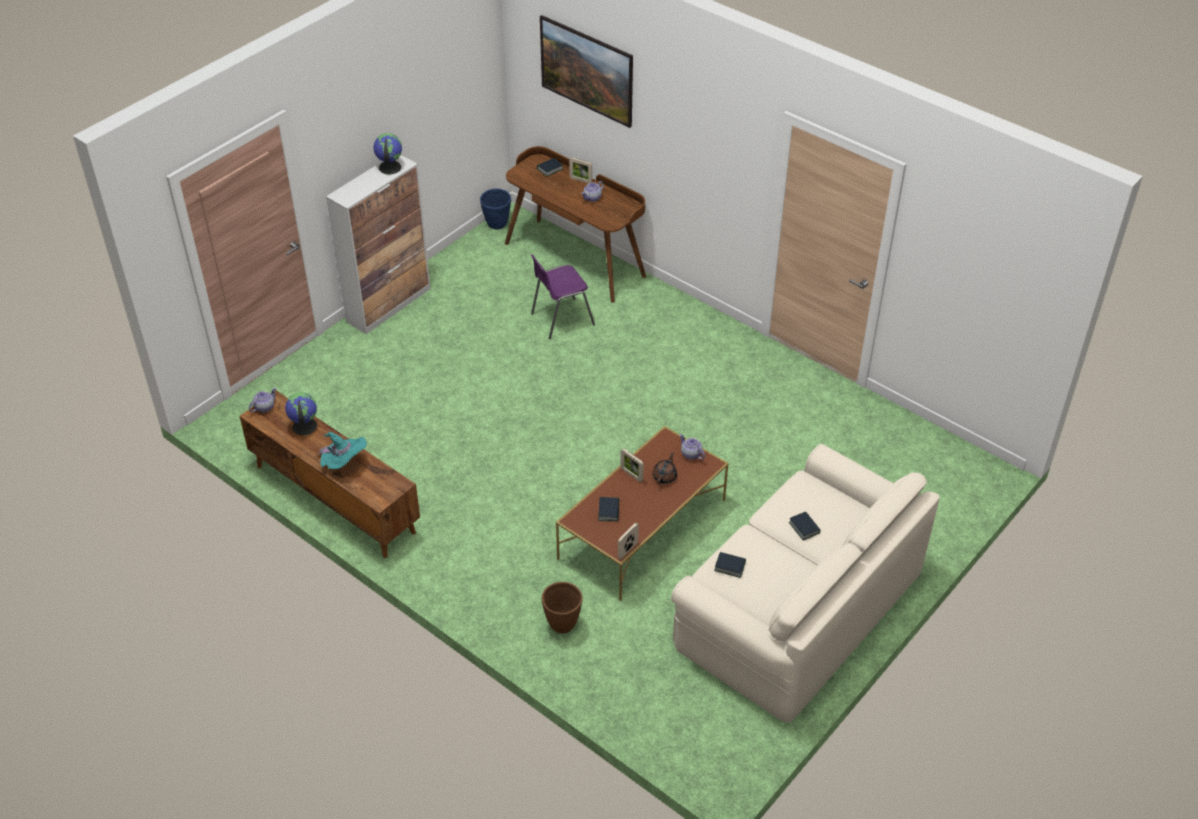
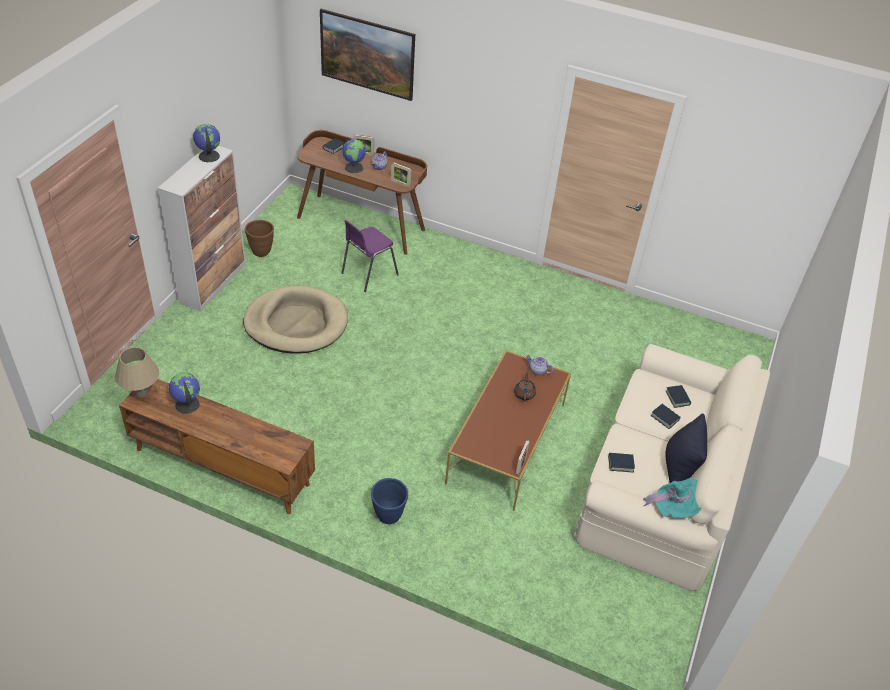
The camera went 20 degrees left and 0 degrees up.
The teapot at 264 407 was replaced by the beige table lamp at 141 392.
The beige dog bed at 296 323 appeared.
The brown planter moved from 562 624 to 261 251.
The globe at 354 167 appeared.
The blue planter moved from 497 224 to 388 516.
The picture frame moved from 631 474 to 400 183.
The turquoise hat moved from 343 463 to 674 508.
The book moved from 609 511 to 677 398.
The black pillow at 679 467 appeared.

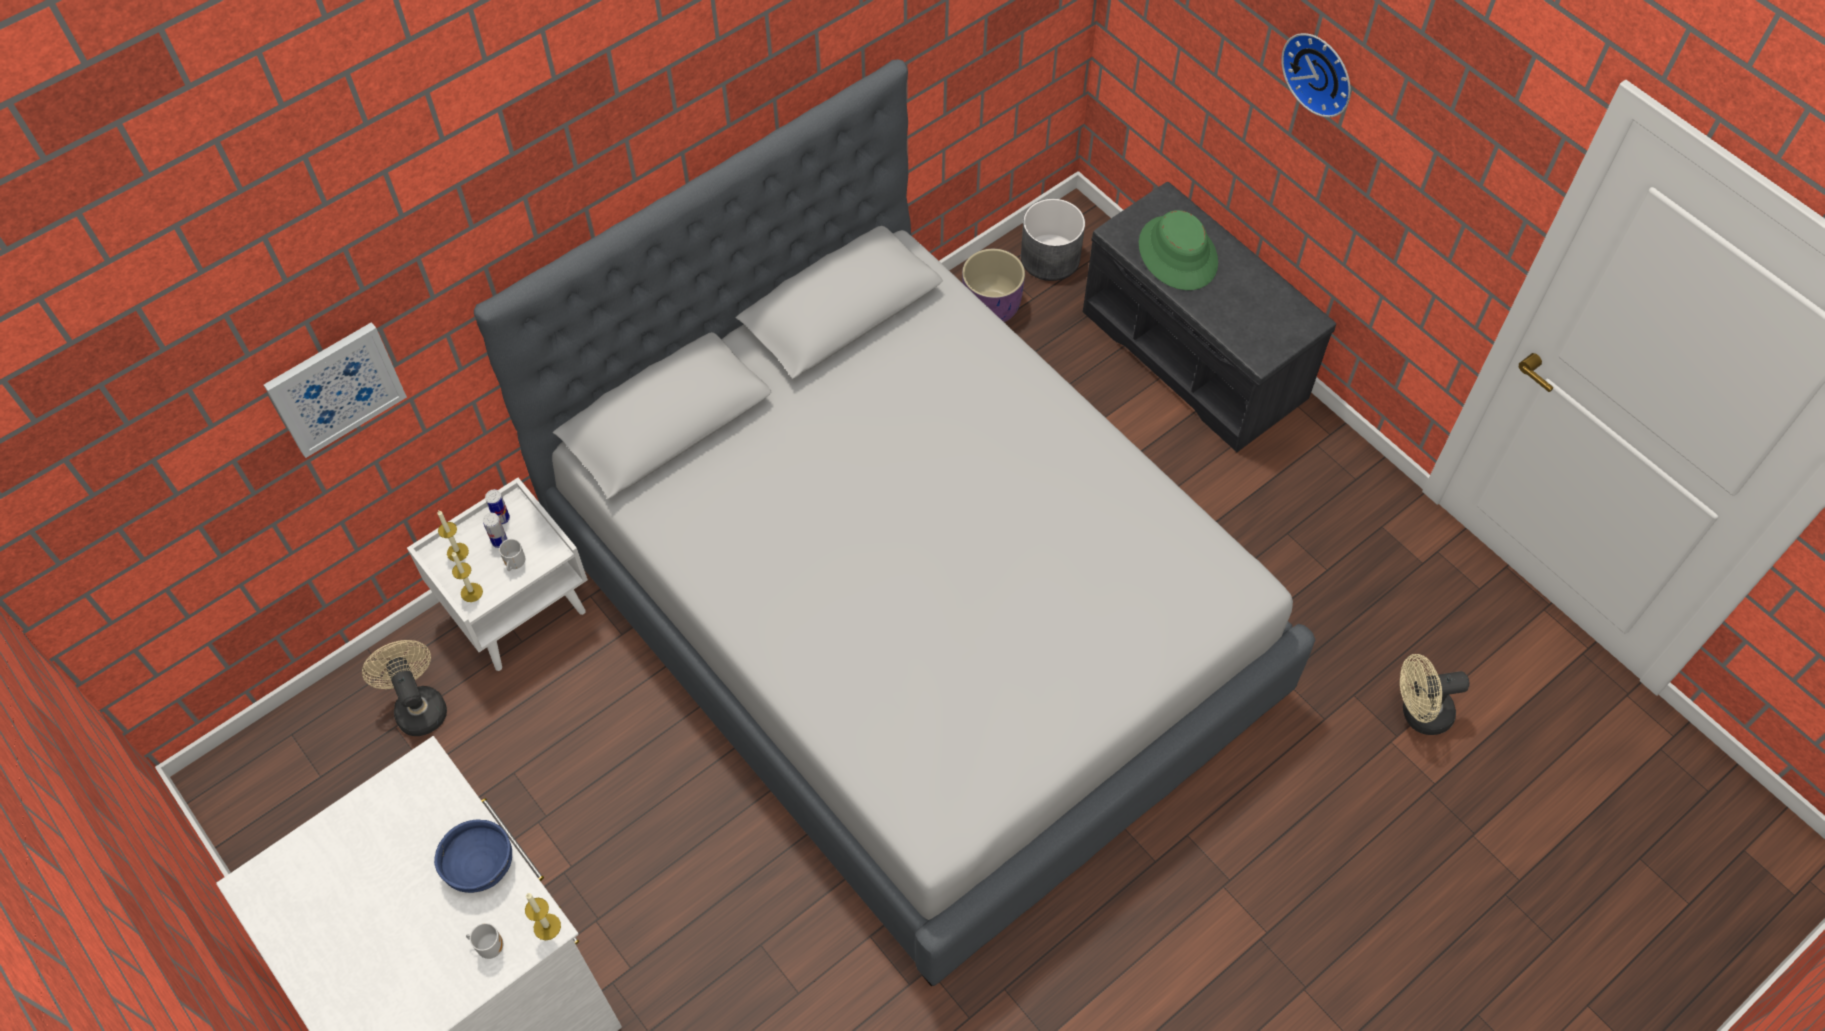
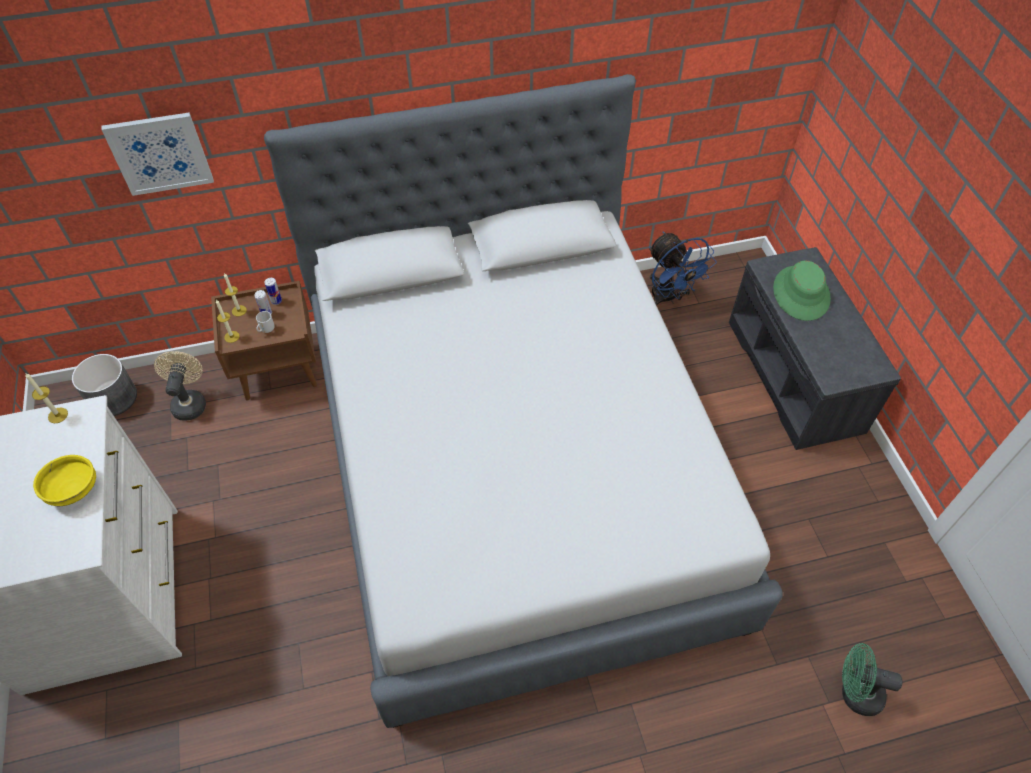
The camera went 25 degrees right and 5 degrees down.
The candle moved from 547 926 to 58 415.
The blue bowl at 479 864 became the yellow bowl at 74 489.
The grey planter moved from 1050 258 to 113 398.
The white nightstand at 519 610 became the brown nightstand at 279 370.
The purple planter at 991 306 was replaced by the blue fan at 668 298.
The beige fan at 1418 714 became the green fan at 854 693.
The mug at 490 946 disappeared.
The wall clock at 1321 72 disappeared.

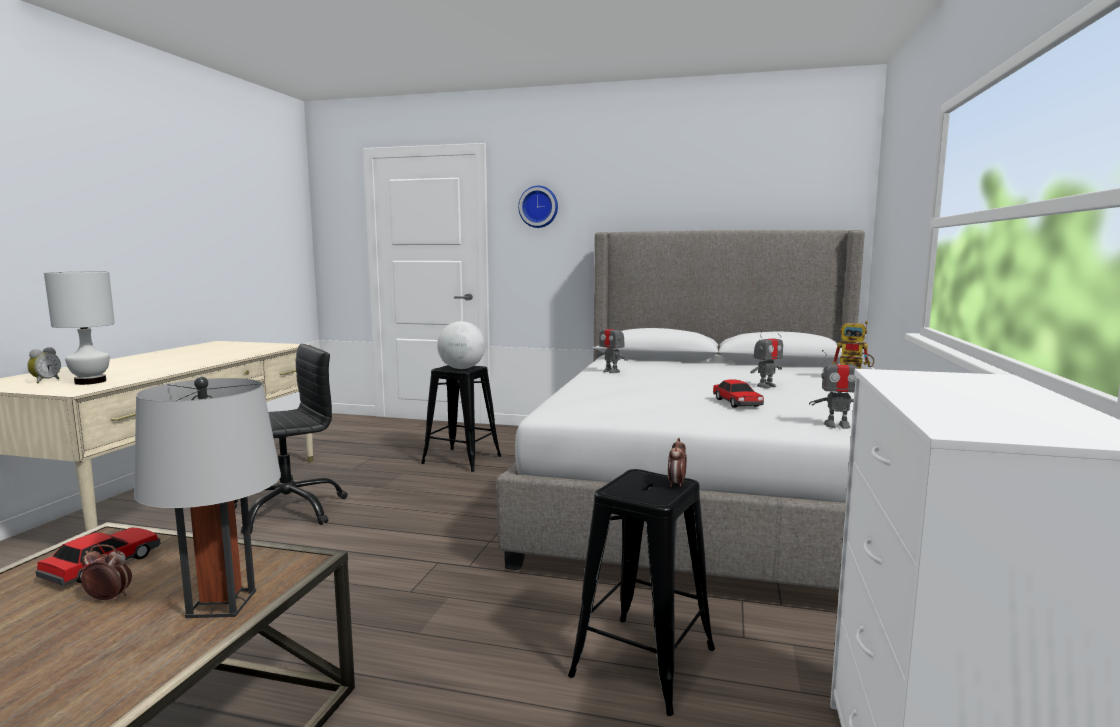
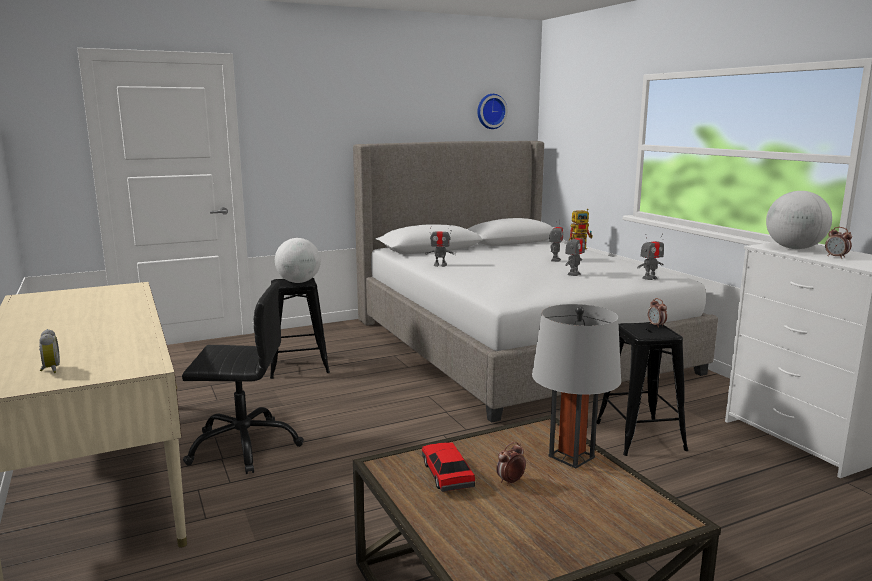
The camera went 40 degrees left and 5 degrees up.
The black office chair at 288 510 turned 75 degrees clockwise.
The wall clock moved from 539 207 to 490 111.
The toy car at 737 403 was replaced by the toy robot at 574 274.
The globe at 794 248 appeared.
The alarm clock at 836 257 appeared.
The white table lamp at 91 382 disappeared.

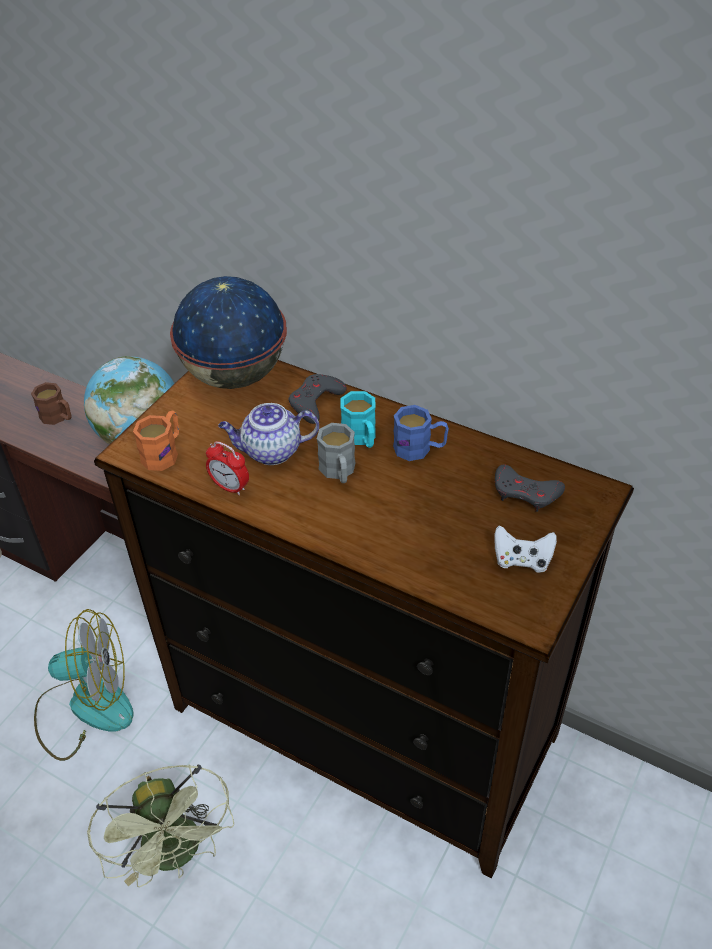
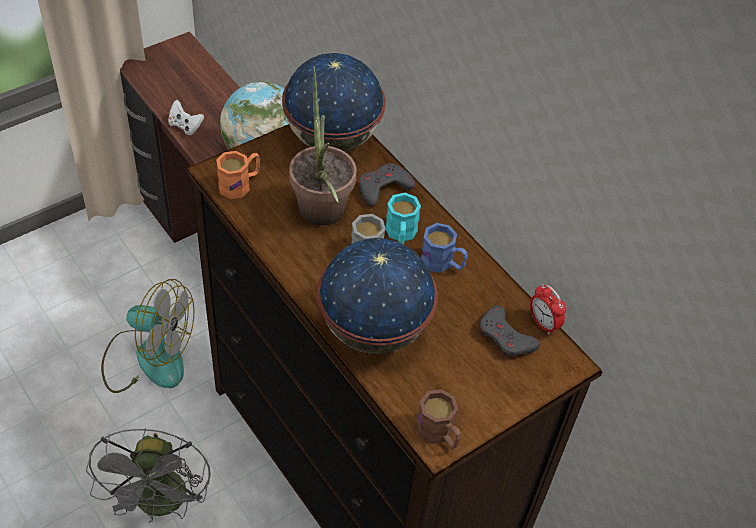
The camera went 20 degrees right and 5 degrees up.
The green fan at 177 854 became the grey fan at 161 505.
The white game controller moved from 522 560 to 185 126.
The teapot at 270 452 was replaced by the potted plant at 322 217.
The globe at 374 329 appeared.
The brown mug moved from 58 417 to 439 434.
The alarm clock moved from 230 487 to 543 323.

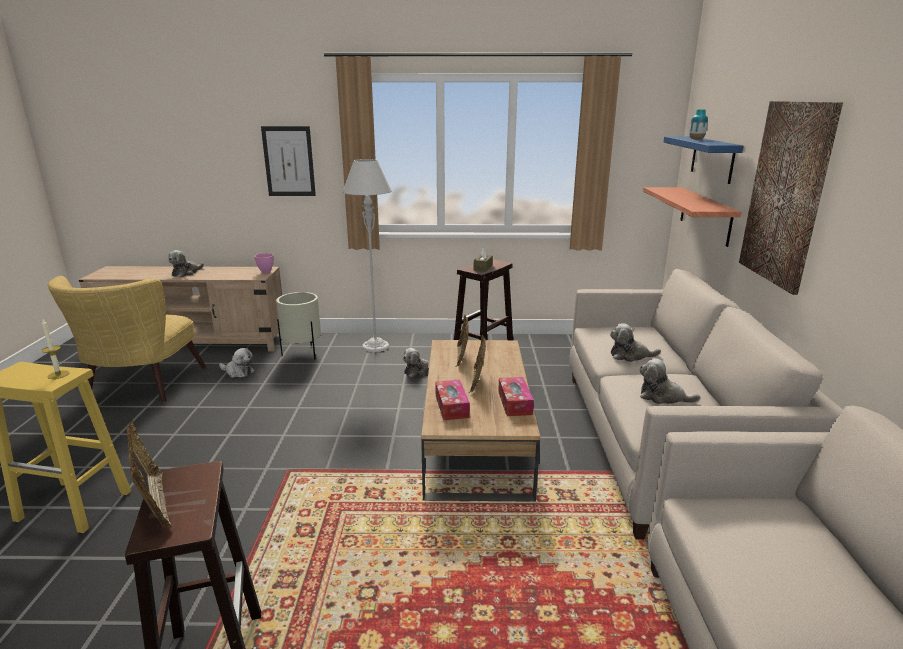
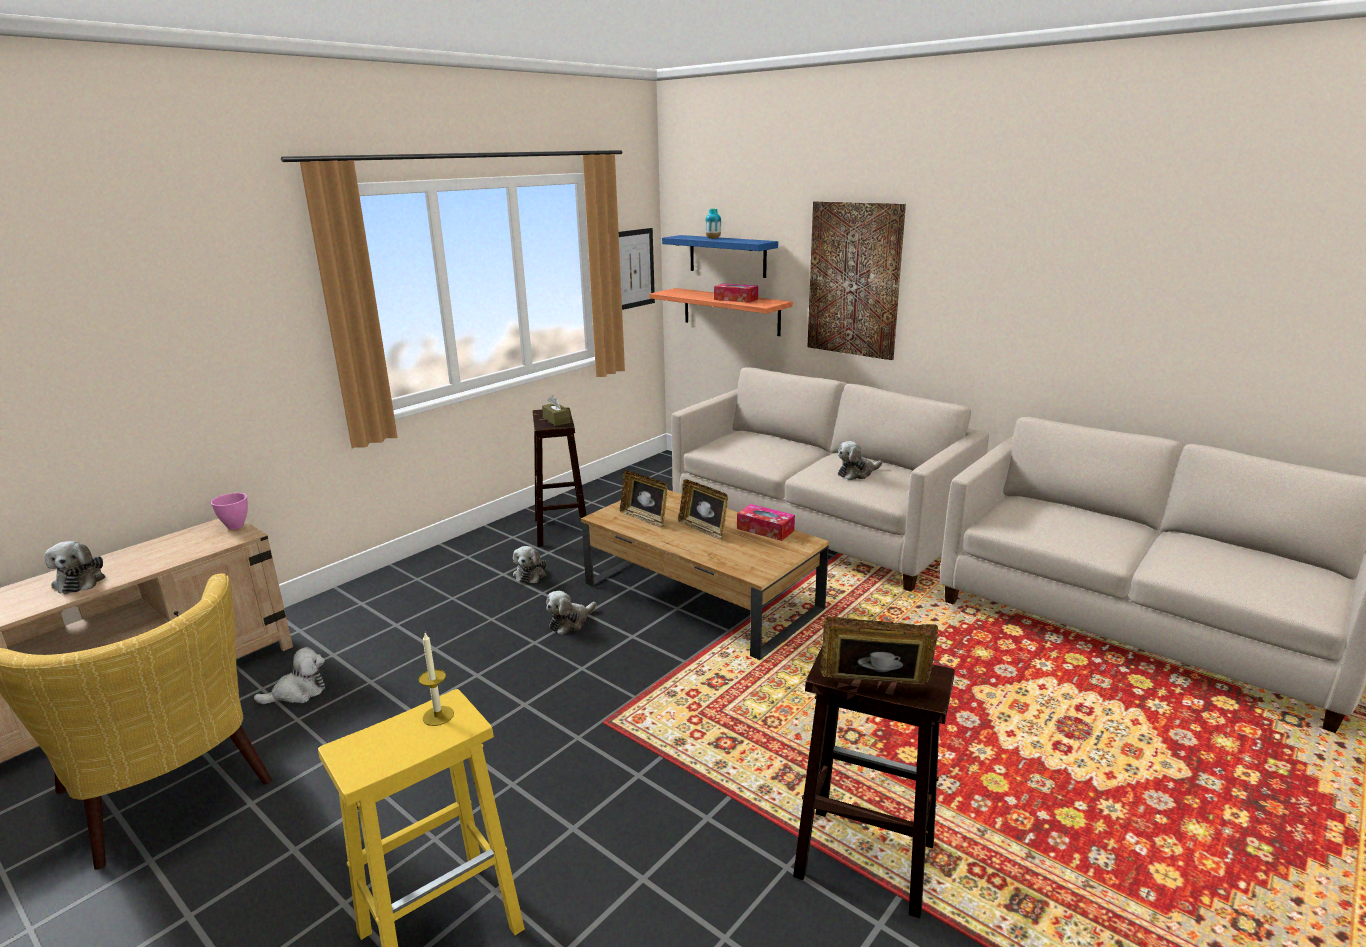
The camera went 50 degrees left and 0 degrees up.
The plush toy moved from 630 355 to 570 622.
The picture moved from 289 161 to 634 268.
The tissue box moved from 452 406 to 736 299.
The beige planter at 303 353 disappeared.
The grey floor lamp at 375 346 disappeared.

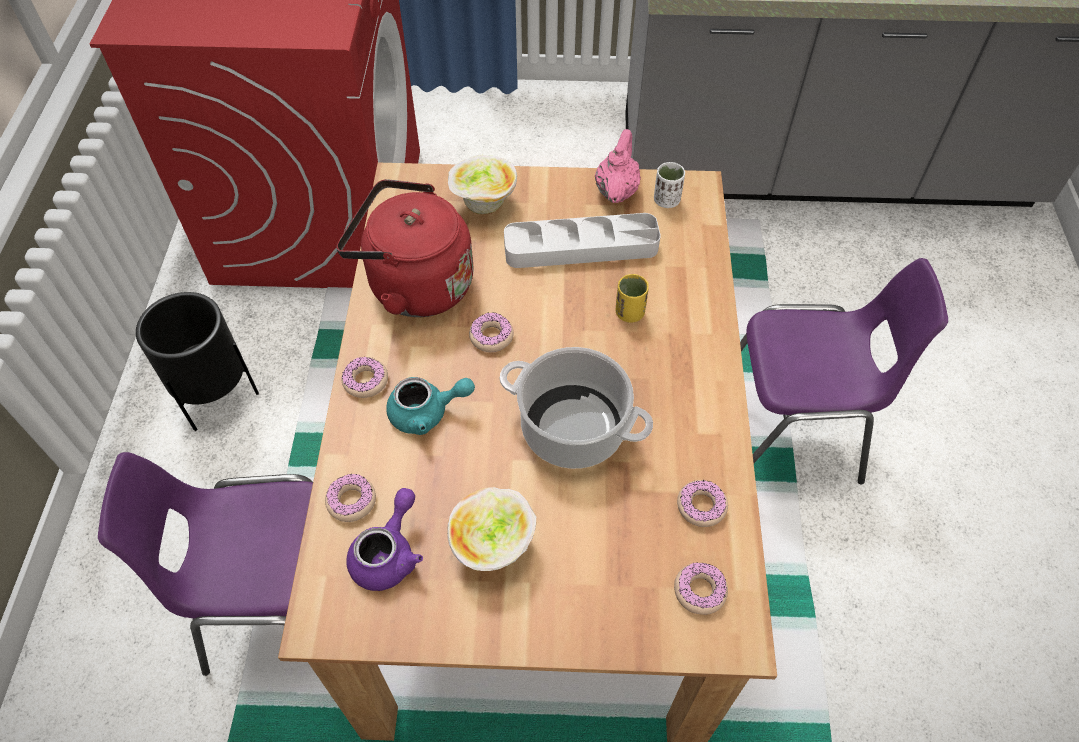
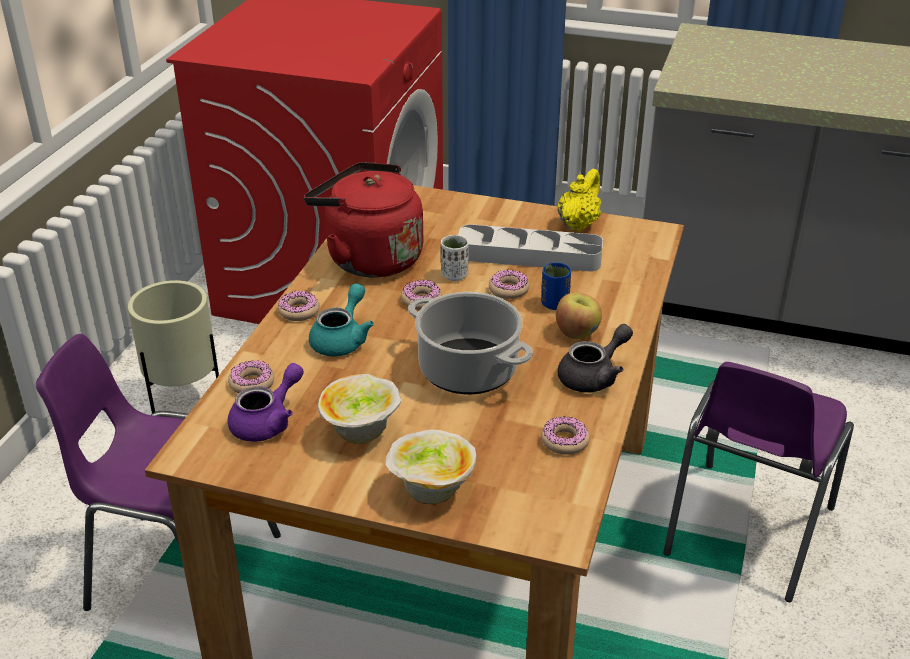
The camera went 15 degrees right and 20 degrees down.
The black planter at 218 399 became the beige planter at 185 400.
The turquoise teapot at 427 413 turned 75 degrees counterclockwise.
The bowl moved from 483 204 to 431 491.
The white cup moved from 666 200 to 454 275.
The donut moved from 699 591 to 508 289.
The yellow cup at 629 313 became the blue cup at 554 304.
The apple at 577 333 appeared.
The pink teapot at 616 191 became the yellow teapot at 578 224.
The grey teapot at 594 376 appeared.
The purple chair at 789 435 turned 105 degrees clockwise.

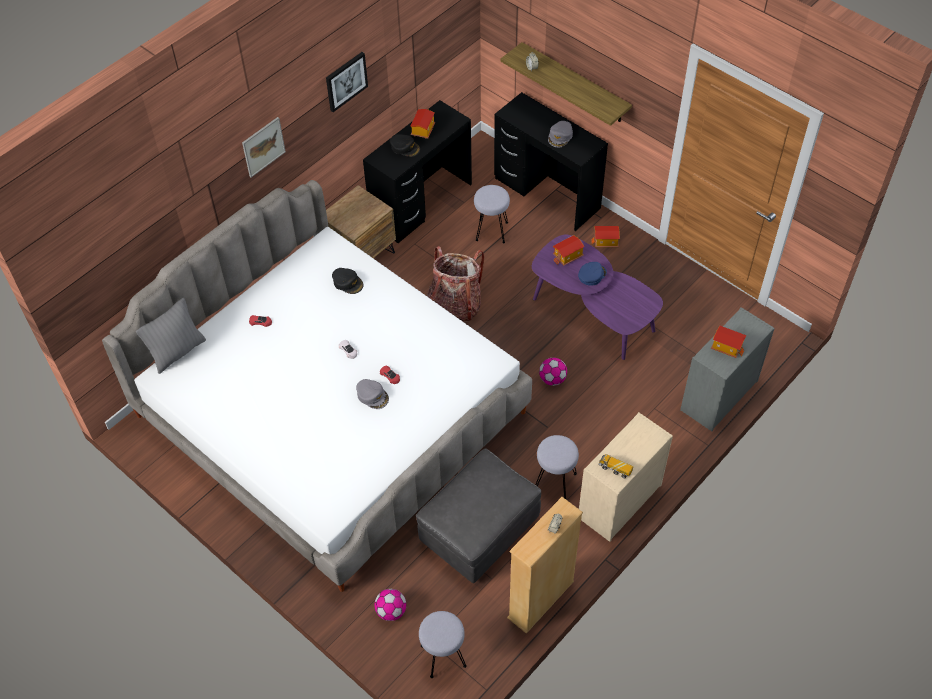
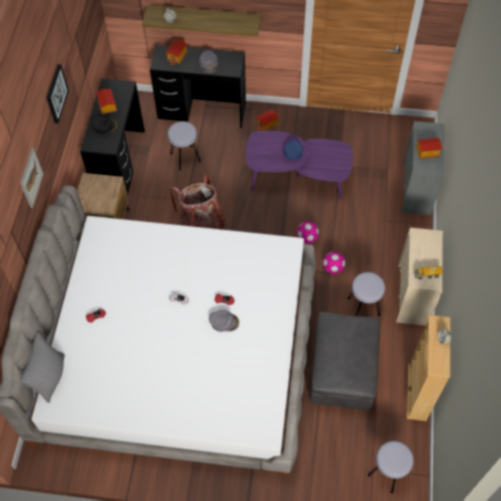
The camera went 35 degrees left and 5 degrees up.
The toy house moved from 568 256 to 177 57.
The football moved from 391 611 to 333 268.
The black cap at 348 282 disappeared.

